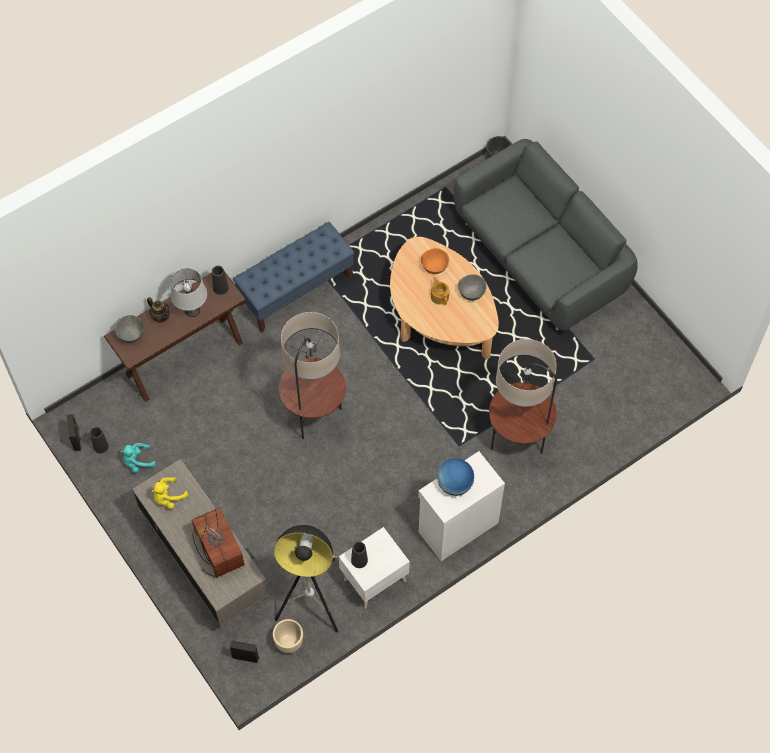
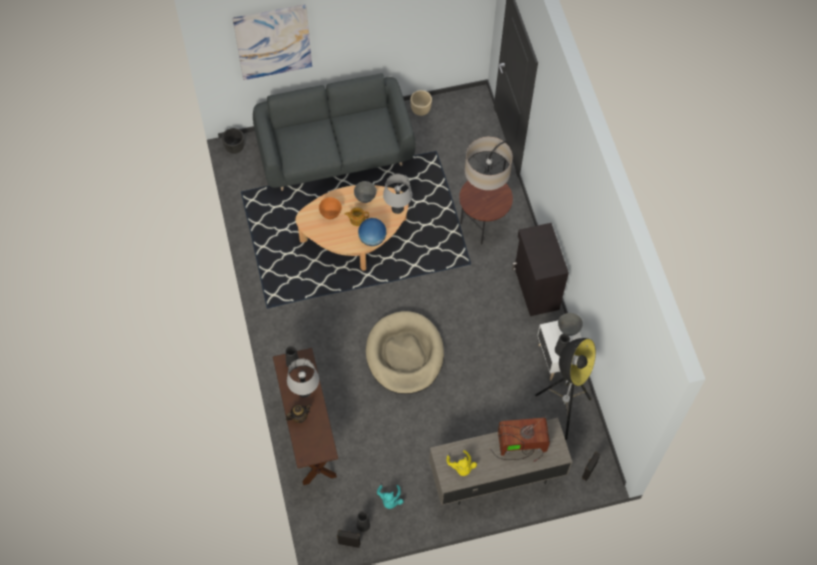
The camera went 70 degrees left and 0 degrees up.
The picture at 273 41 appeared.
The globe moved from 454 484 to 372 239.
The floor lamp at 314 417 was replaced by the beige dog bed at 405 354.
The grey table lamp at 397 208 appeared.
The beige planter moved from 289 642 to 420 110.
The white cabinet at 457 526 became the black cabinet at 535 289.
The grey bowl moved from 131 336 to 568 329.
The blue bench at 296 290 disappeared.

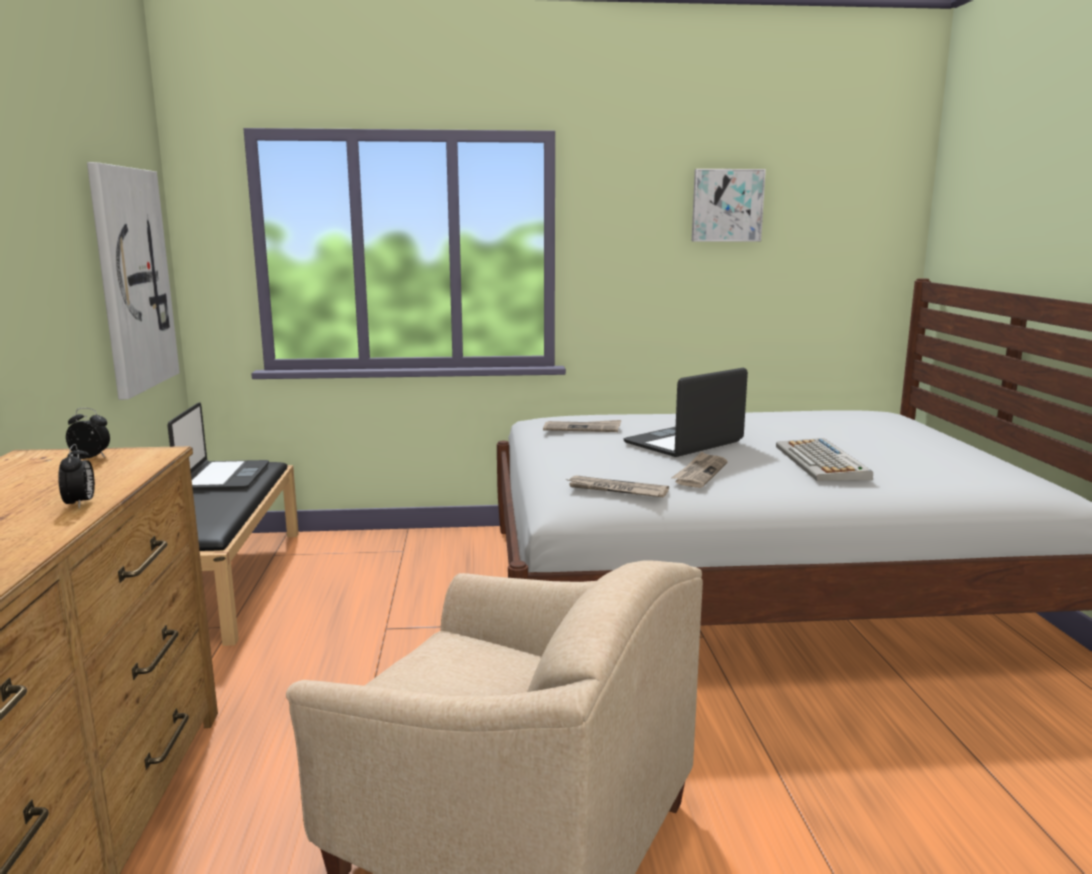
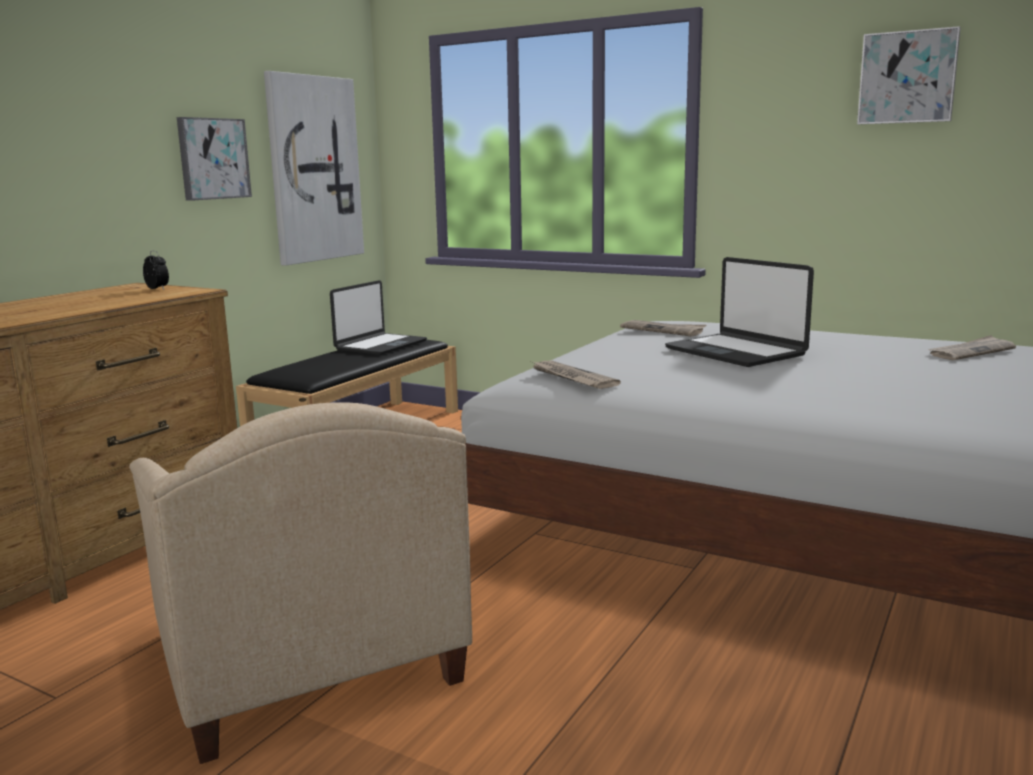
The camera went 35 degrees right and 0 degrees up.
The picture at 212 158 appeared.
The laptop at 684 443 turned 120 degrees counterclockwise.
The newspaper moved from 700 473 to 971 352.
The alarm clock at 80 504 disappeared.
The keyboard at 822 462 disappeared.

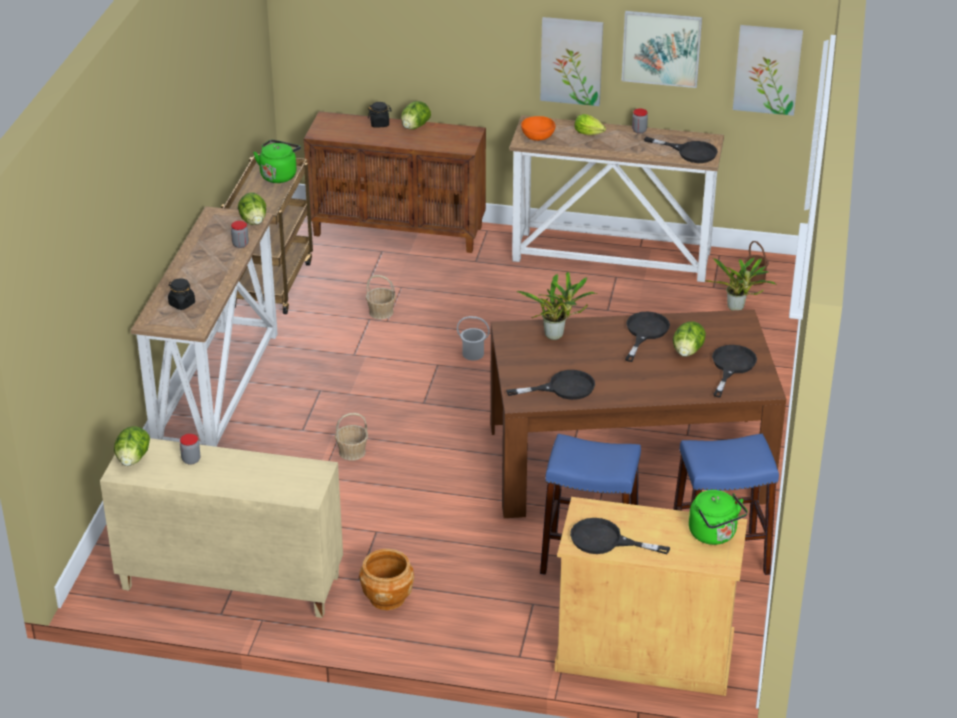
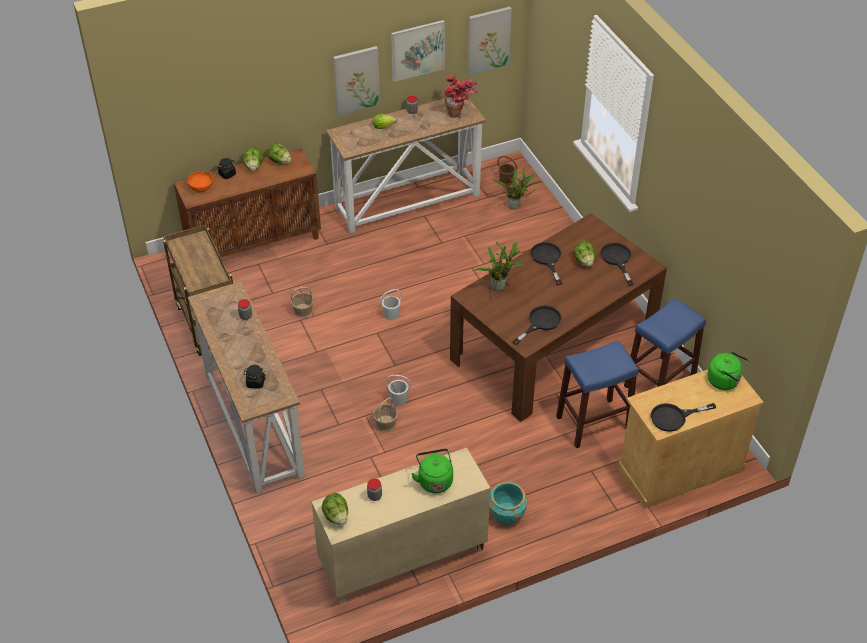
The camera went 35 degrees left and 10 degrees up.
The orange bowl moved from 537 136 to 201 187.
The lettuce moved from 253 221 to 280 162.
The white bucket at 398 399 appeared.
The green kettle moved from 279 175 to 434 480.
The black frying pan at 690 152 was replaced by the potted plant at 459 115.
The brown planter at 387 598 became the turquoise planter at 506 514.

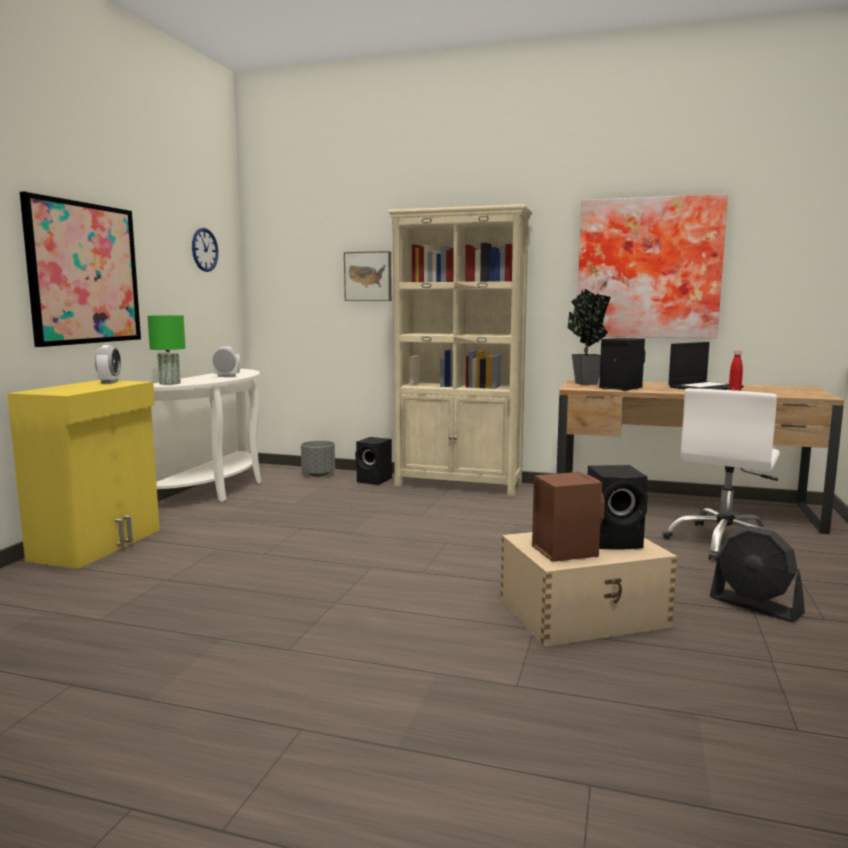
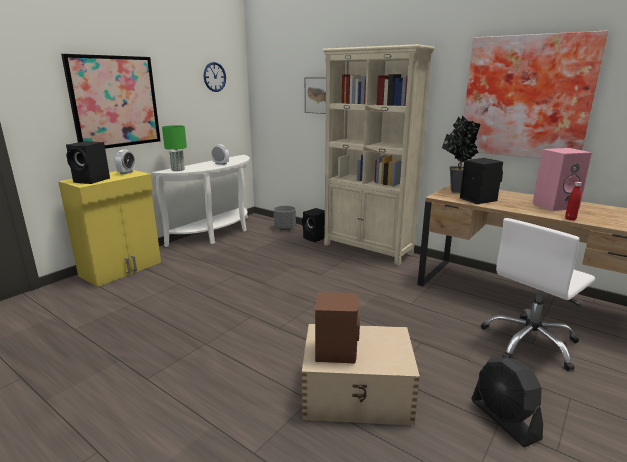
The camera went 20 degrees right and 10 degrees up.
The black speaker moved from 615 541 to 92 180.
The laptop at 705 387 was replaced by the pink speaker at 555 205.

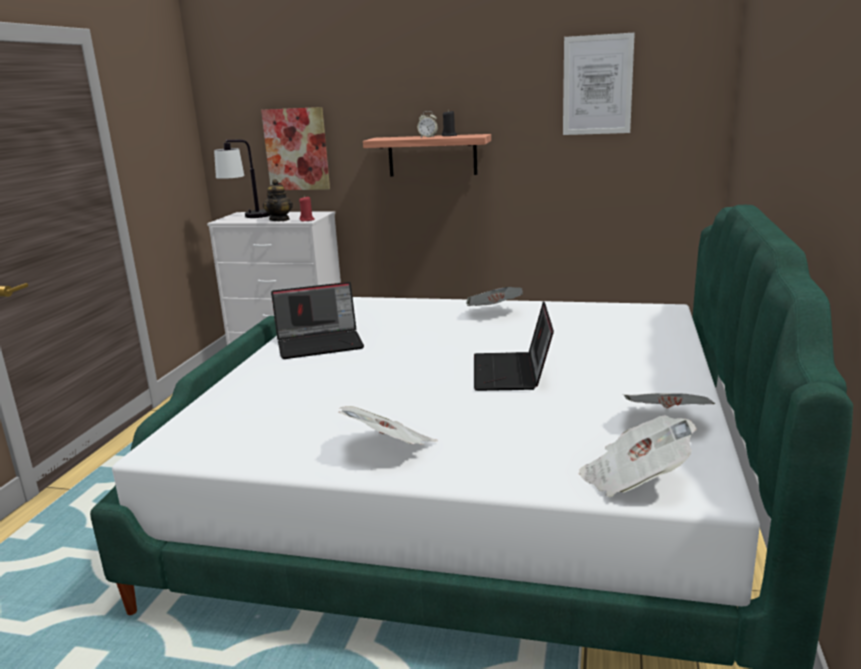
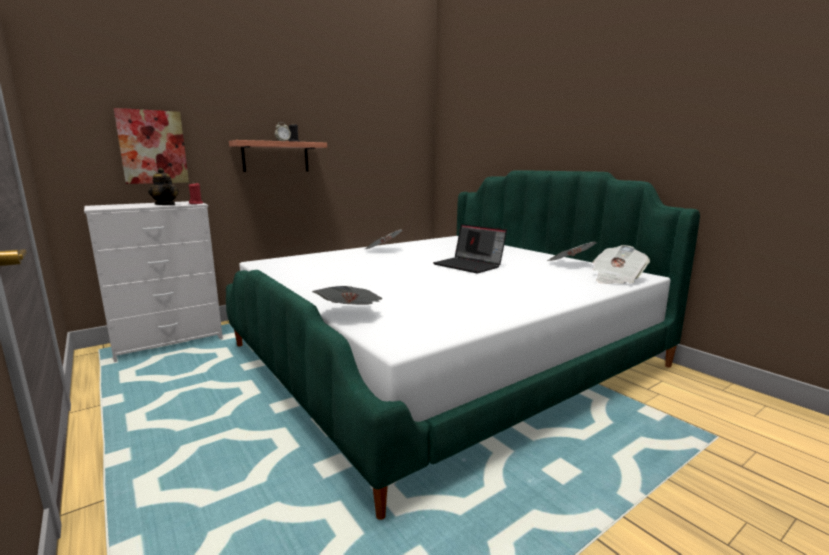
The camera went 50 degrees left and 5 degrees down.
The newspaper moved from 390 448 to 350 314.
The table lamp at 247 218 disappeared.
The laptop at 321 343 disappeared.
The picture at 597 85 disappeared.

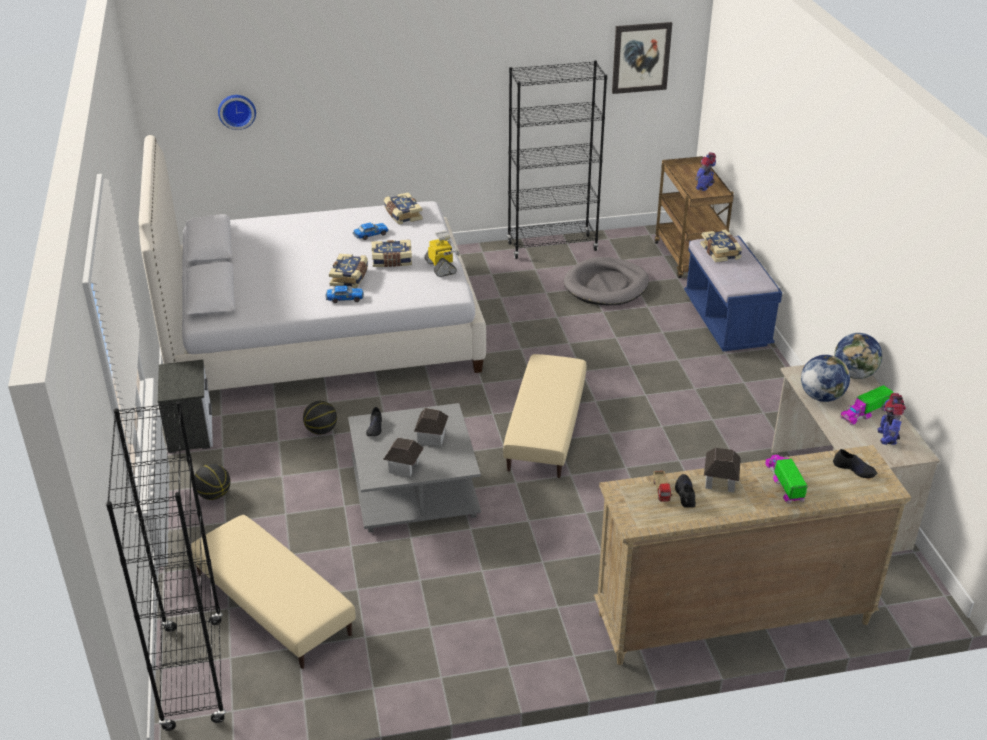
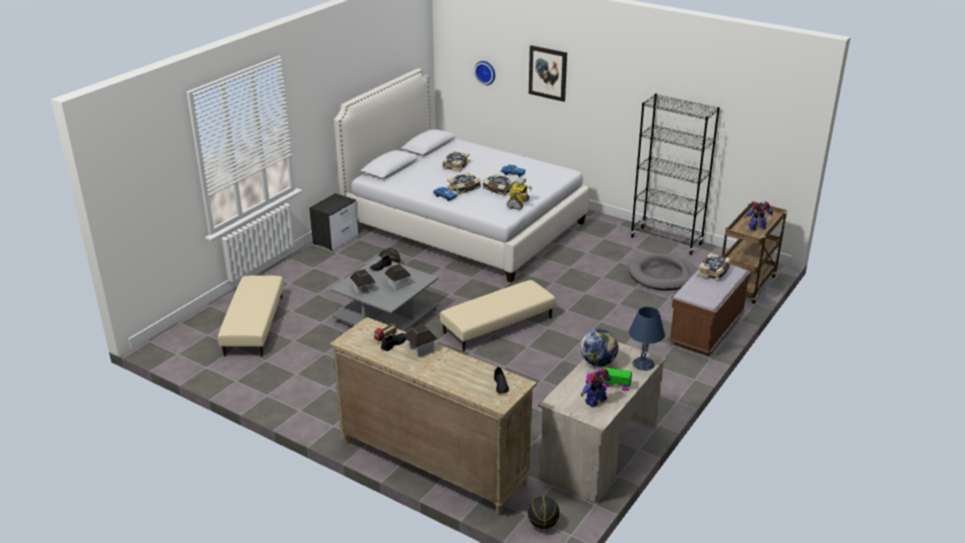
The camera went 45 degrees right and 5 degrees down.
The book moved from 402 215 to 455 165.
The basketball moved from 214 495 to 543 524.
The picture moved from 641 57 to 548 73.
The globe at 854 374 was replaced by the blue table lamp at 643 364.
The blue bench at 726 322 became the brown bench at 706 330.
The black bookcase at 193 674 disappeared.
The toy truck at 784 483 disappeared.

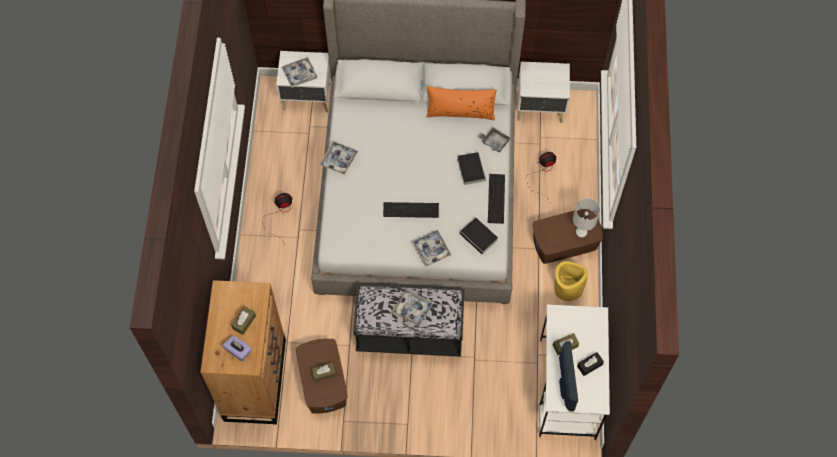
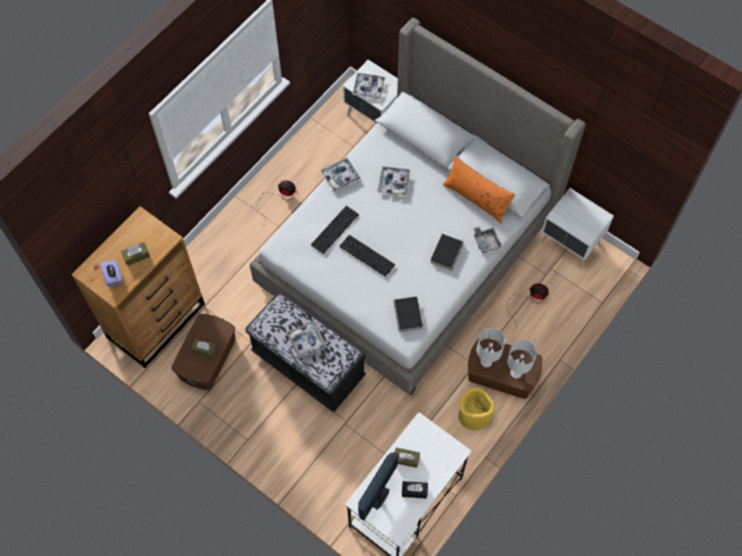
The camera went 35 degrees right and 0 degrees up.
The keyboard moved from 496 198 to 335 229.
The tray moved from 431 250 to 393 183.
The white table lamp at 486 361 appeared.

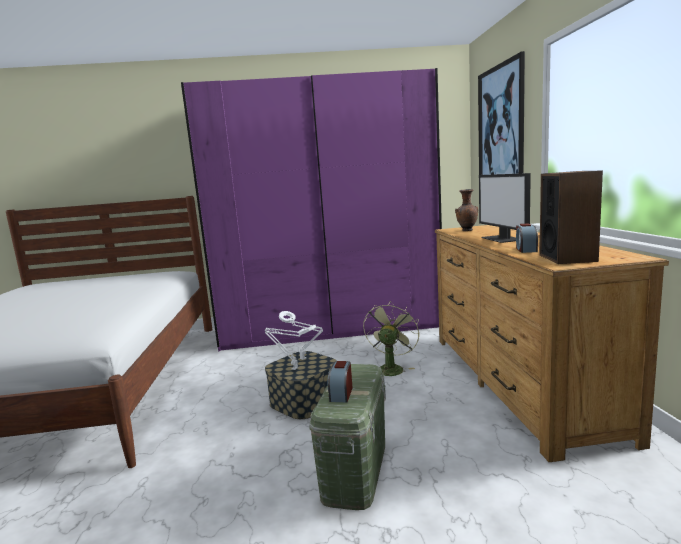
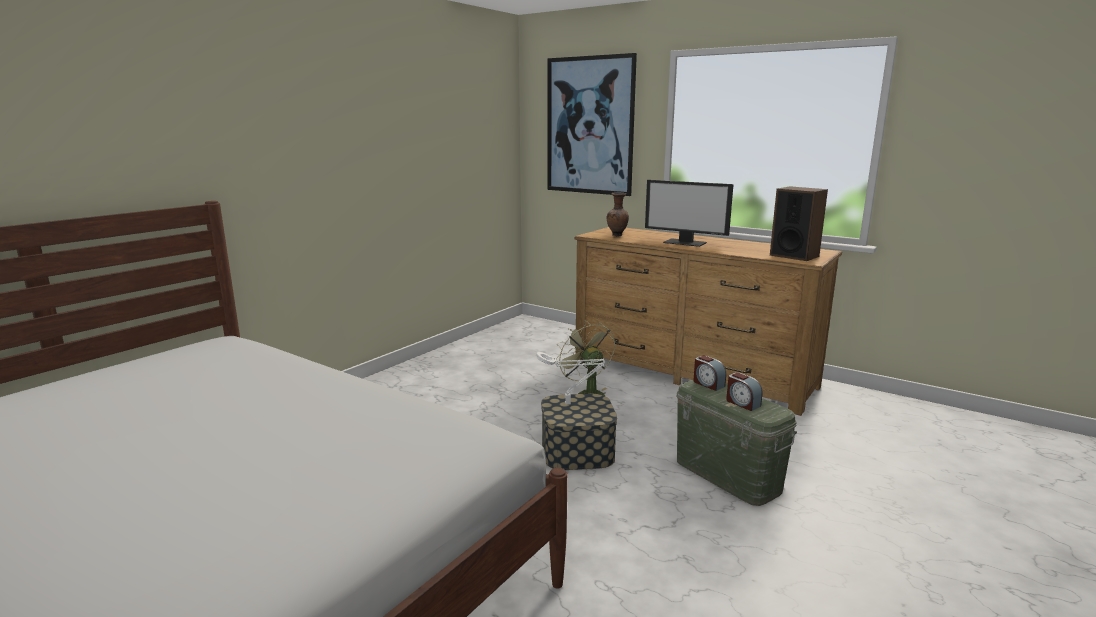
The camera went 50 degrees left and 5 degrees up.
The alarm clock moved from 526 250 to 708 384.
The purple wardrobe at 331 327 disappeared.
The white table lamp at 293 369 disappeared.

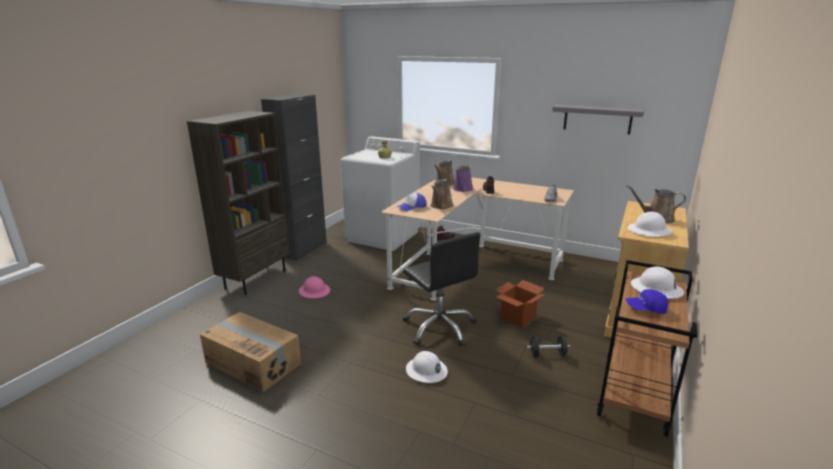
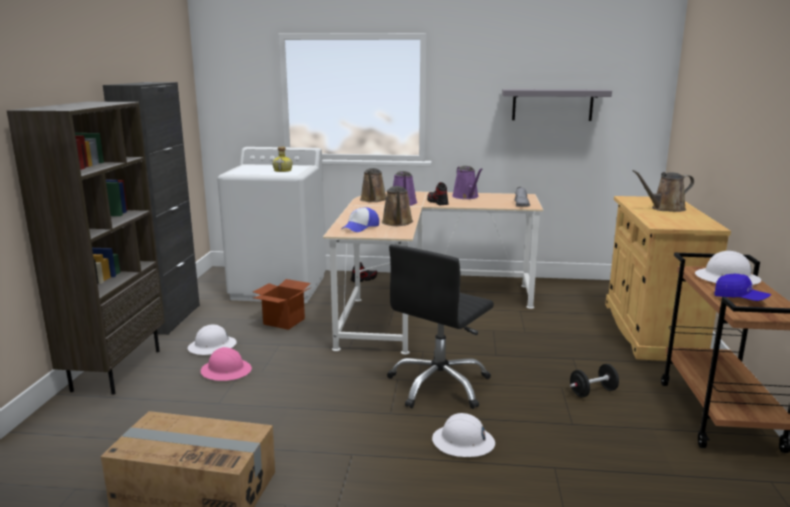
The camera went 20 degrees left and 5 degrees down.
The white hard hat moved from 649 231 to 212 346.
The cardboard box moved from 518 317 to 284 321.
The black office chair at 439 327 turned 90 degrees clockwise.
The purple watering can at 466 197 appeared.
The blue cap at 645 309 turned 120 degrees counterclockwise.

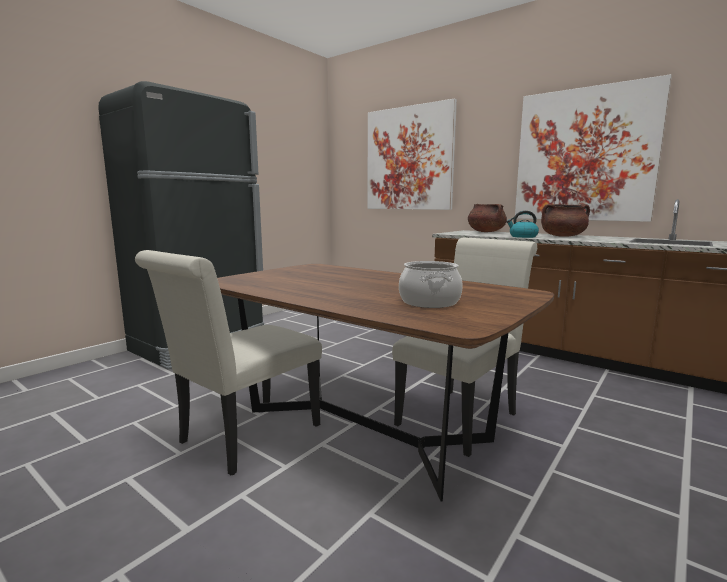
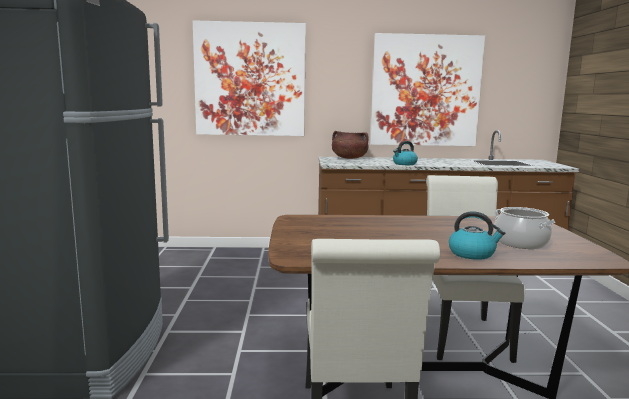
The camera went 40 degrees left and 0 degrees up.
The kettle at 472 254 appeared.
The brown cooking pot at 563 236 disappeared.

